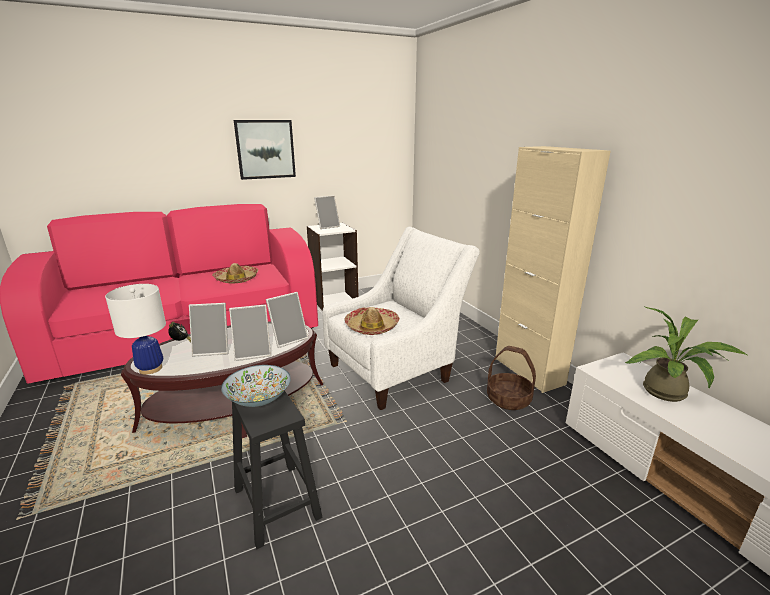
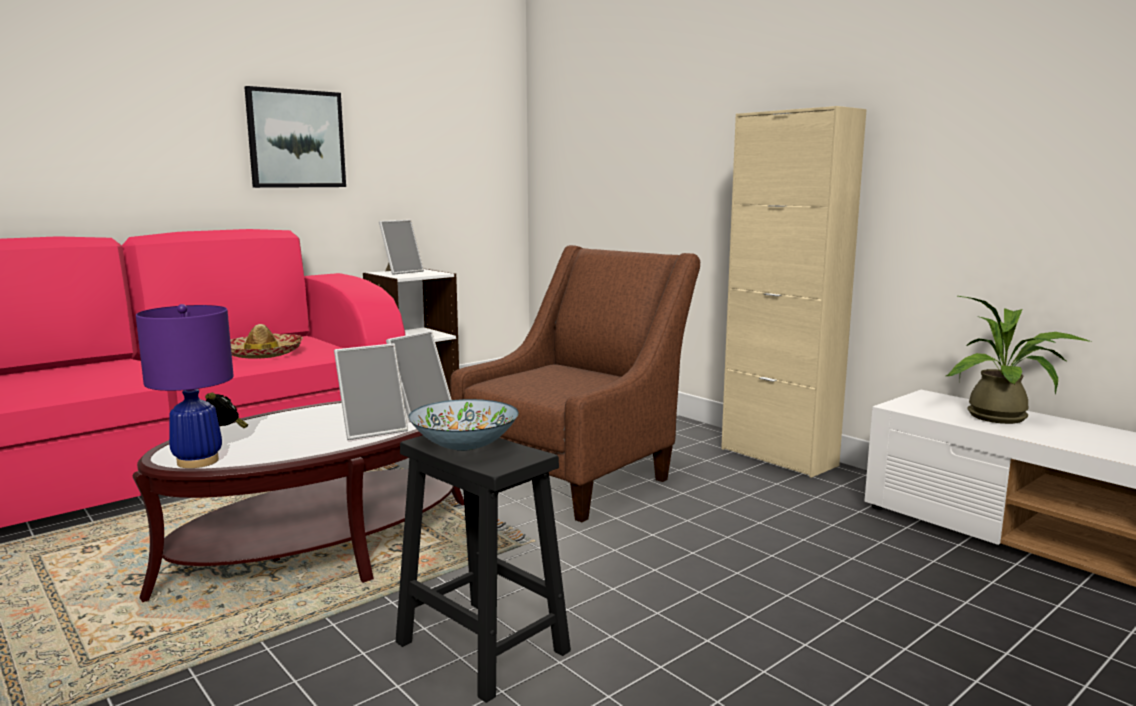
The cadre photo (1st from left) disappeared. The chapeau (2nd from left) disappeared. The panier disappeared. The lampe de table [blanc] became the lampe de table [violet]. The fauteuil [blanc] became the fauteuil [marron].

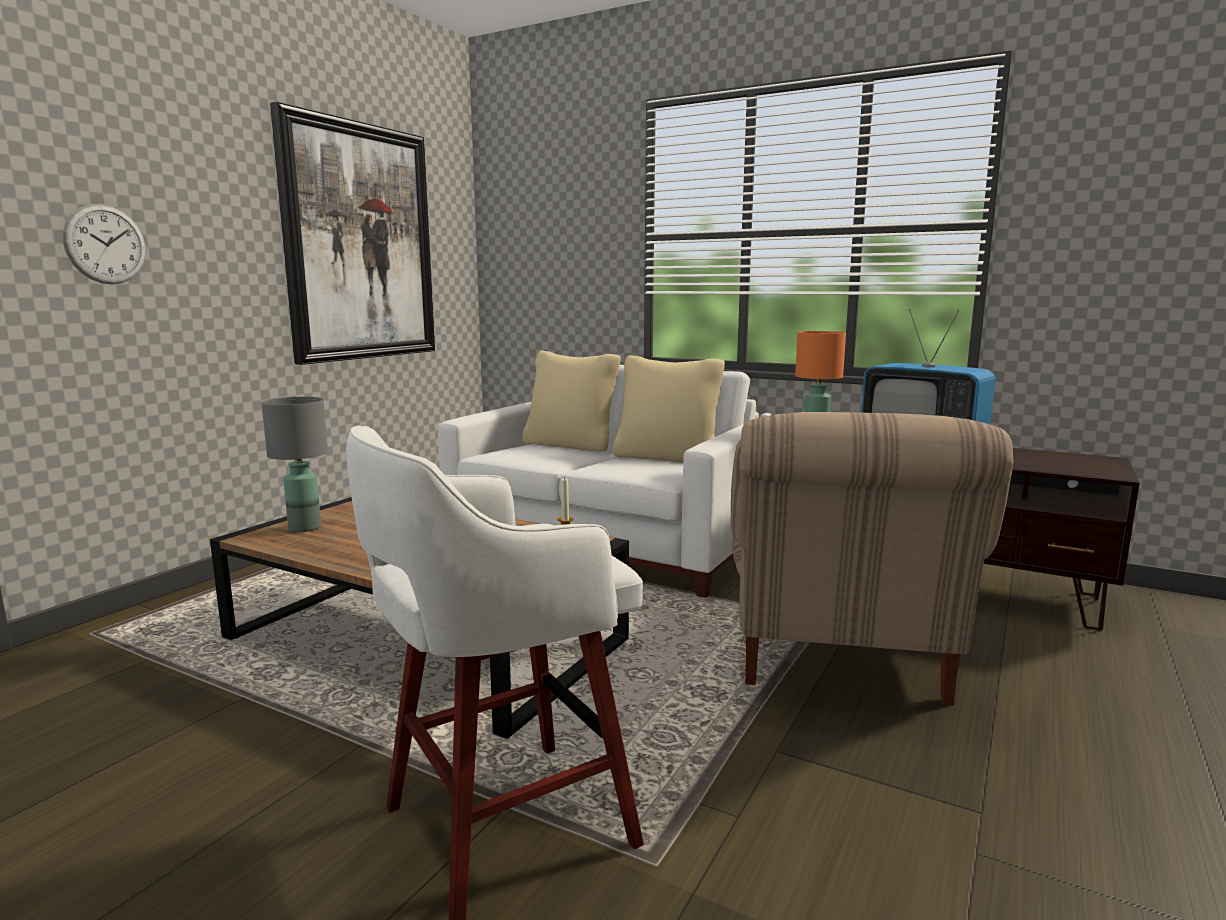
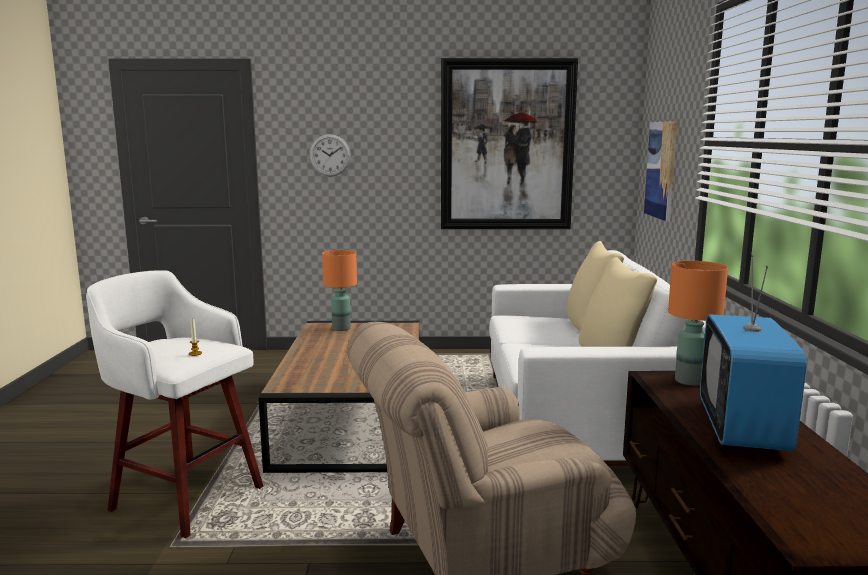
The tableau (2nd from left) appeared. The lampe de table [gris] became the lampe de table [orange] (1st from left).

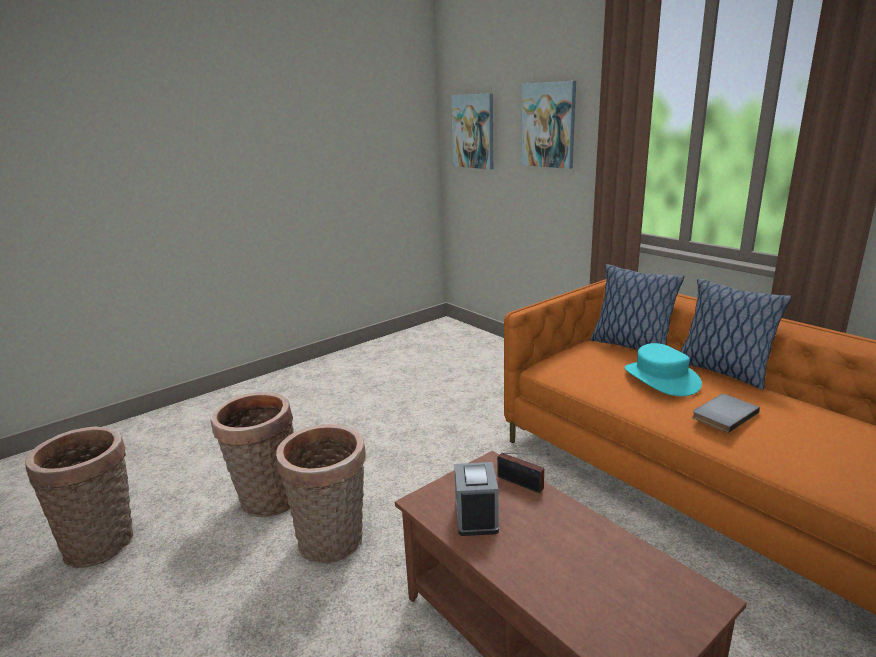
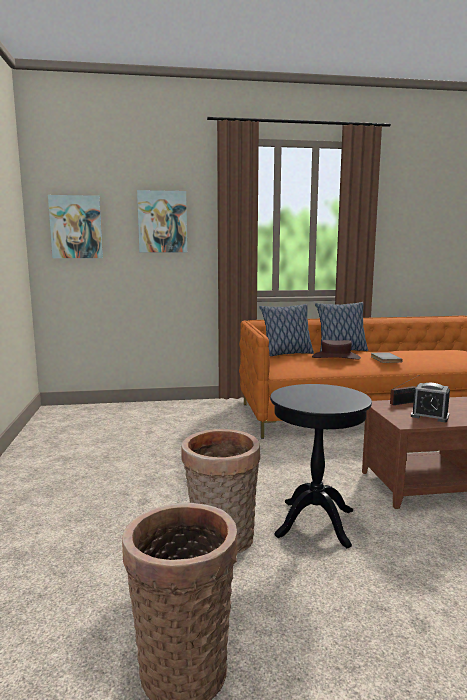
The panier (3rd from left) was replaced by the table d'appoint [noir]. The chapeau [turquoise] became the chapeau [marron].

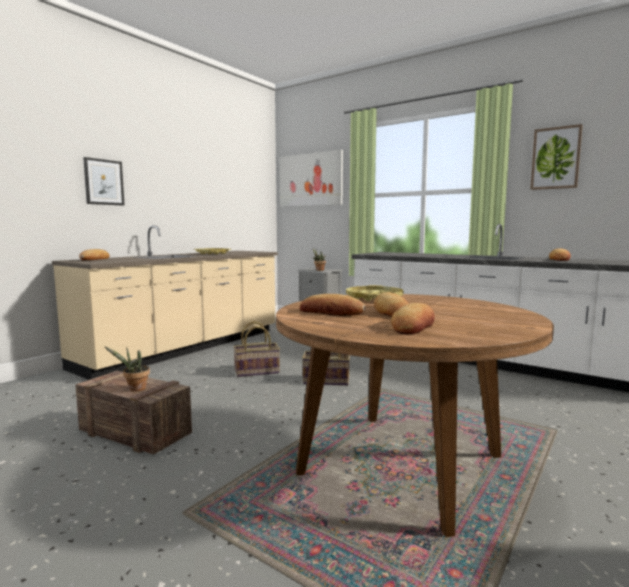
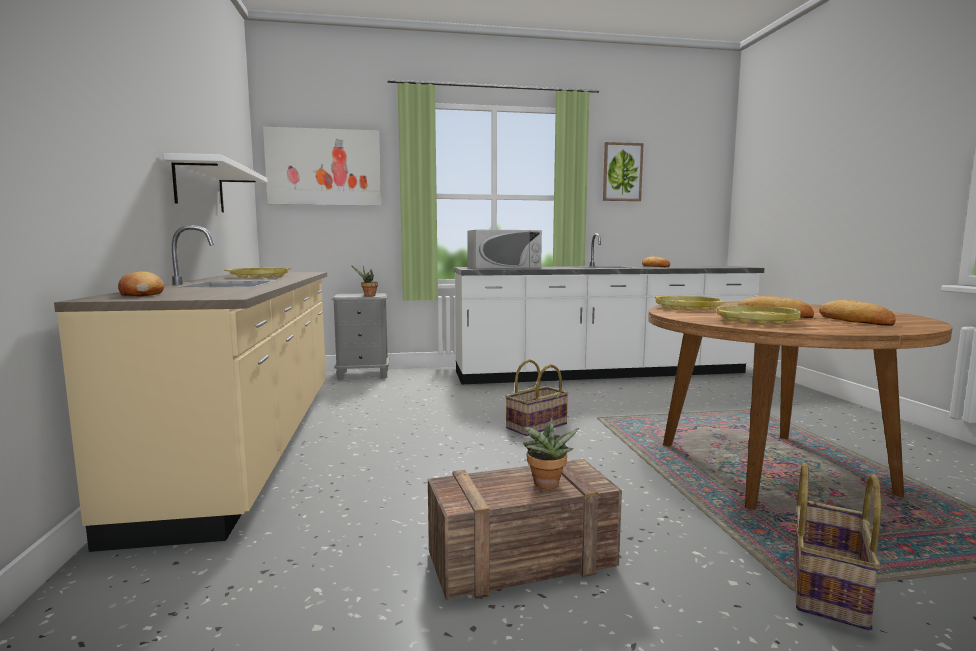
The tableau (1st from left) disappeared. The étagère [blanc] appeared. The micro-ondes [blanc] appeared. The panier (1st from left in the first image) moved. The pain (2nd from left) was replaced by the plateau [jaune] (3rd from left).

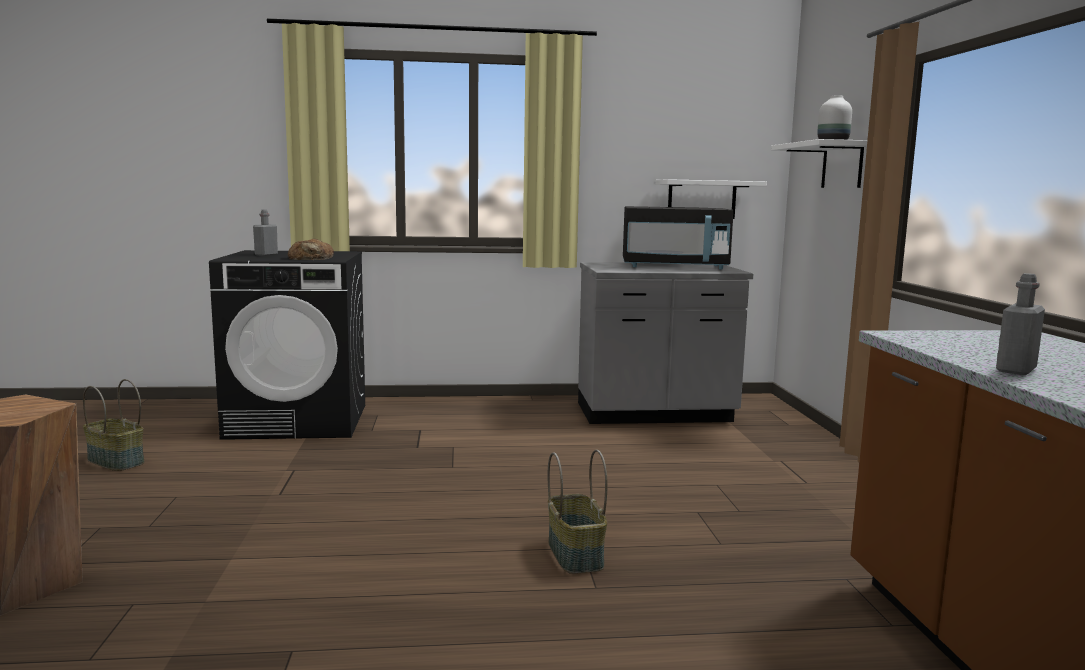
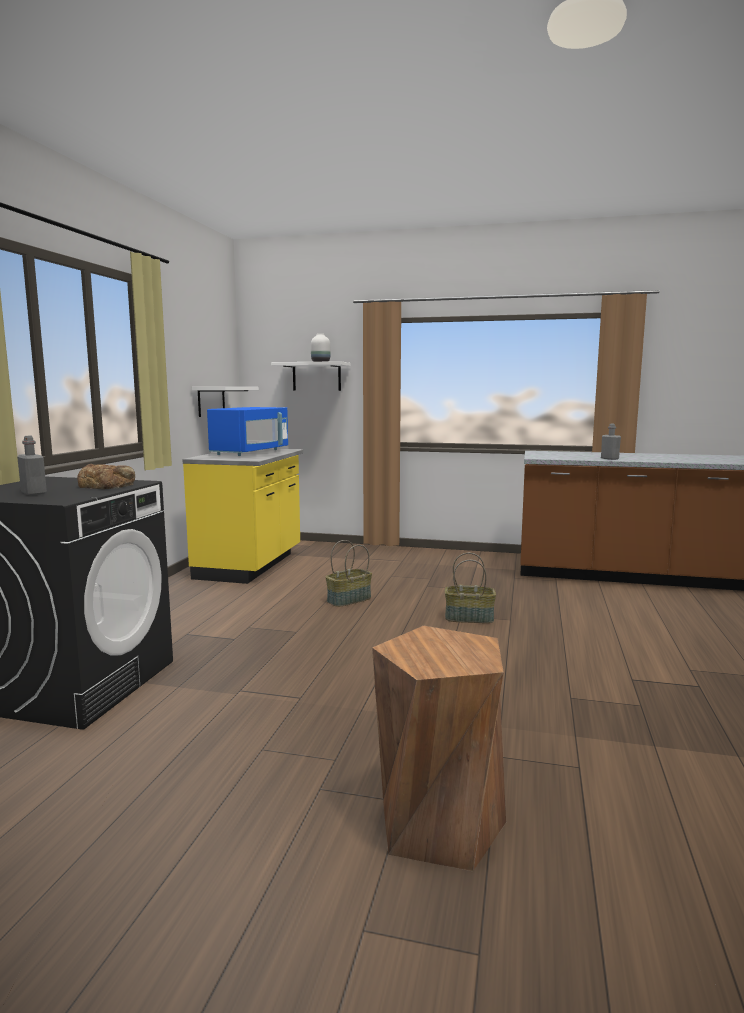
The panier (1st from left) moved. The comptoir de cuisine [gris] became the comptoir de cuisine [jaune]. The micro-ondes [noir] became the micro-ondes [bleu].

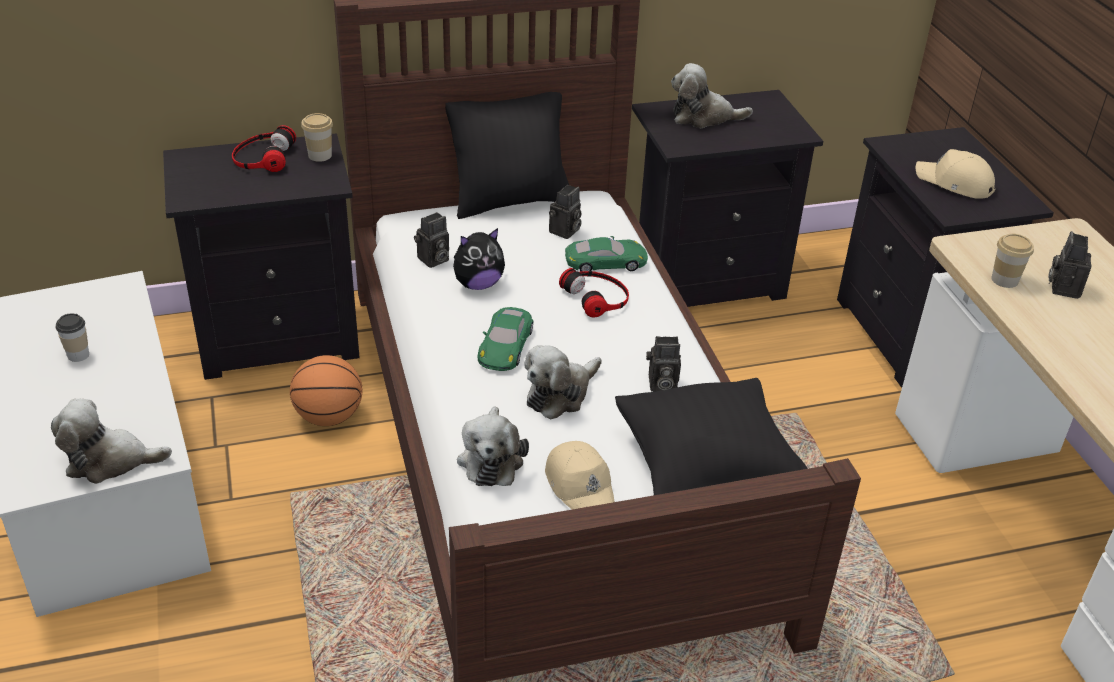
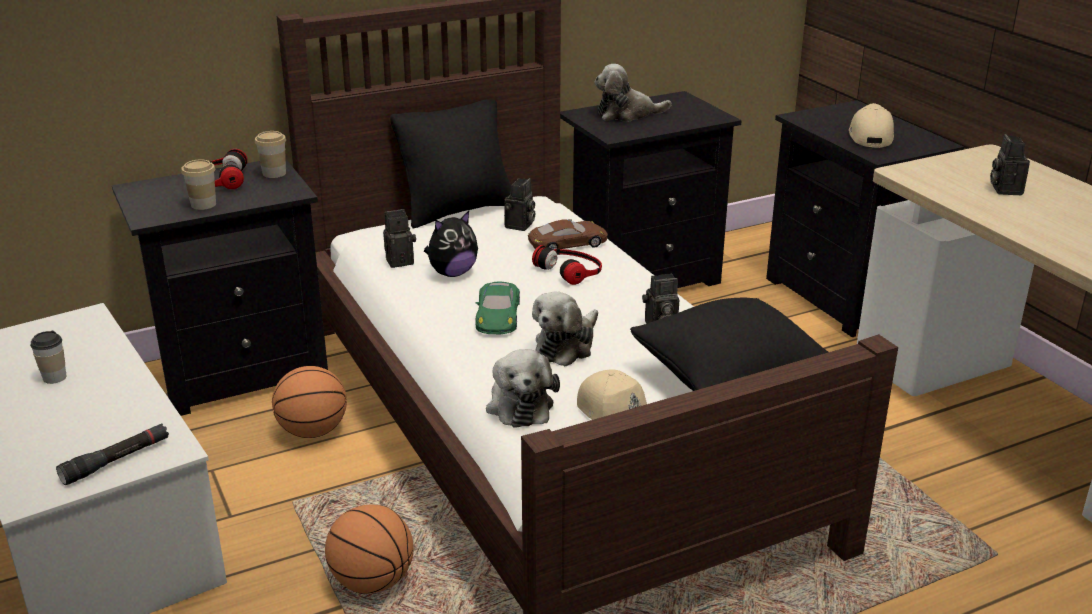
The ballon de basket (2nd from left) appeared. The tasse (3rd from left in the first image) moved. The peluche (1st from left) was replaced by the lampe de poche [noir]. The petite voiture [vert] (2nd from left) became the petite voiture [marron]. The appareil photo (1st from left) turned 150 degrees counterclockwise. The casquette [beige] (2nd from left) turned 75 degrees clockwise.

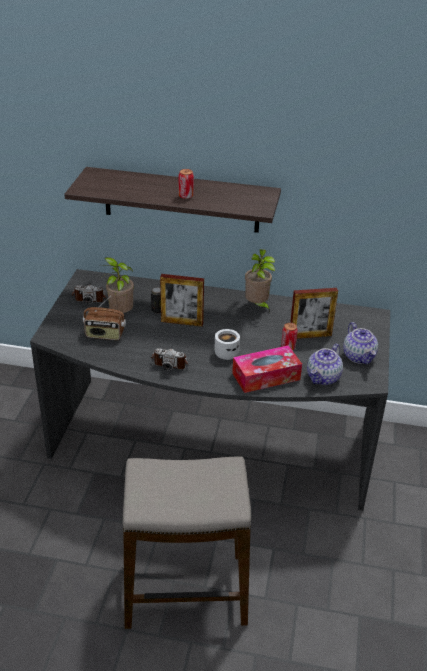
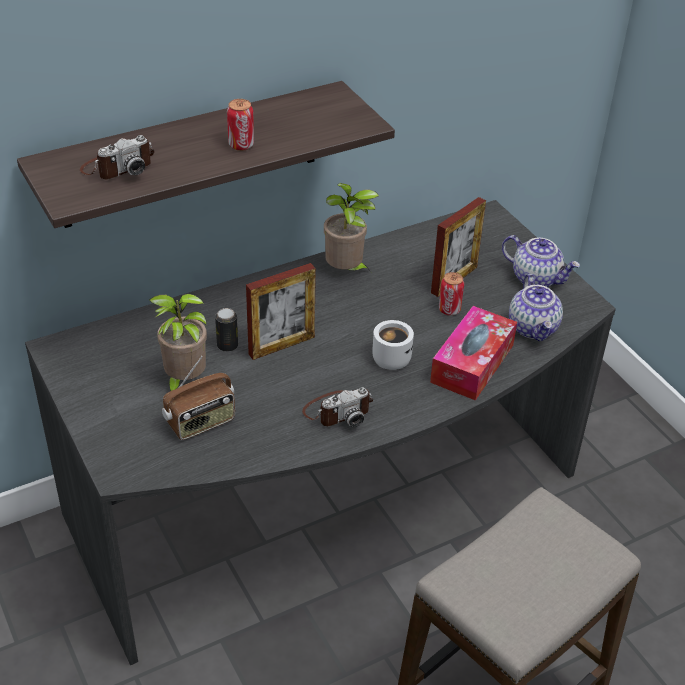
The appareil photo (1st from left) moved.

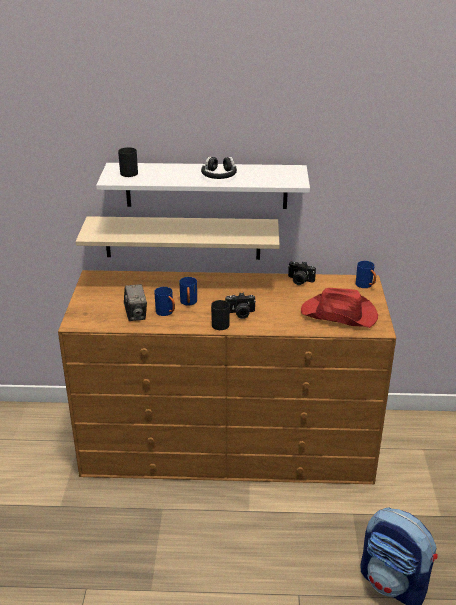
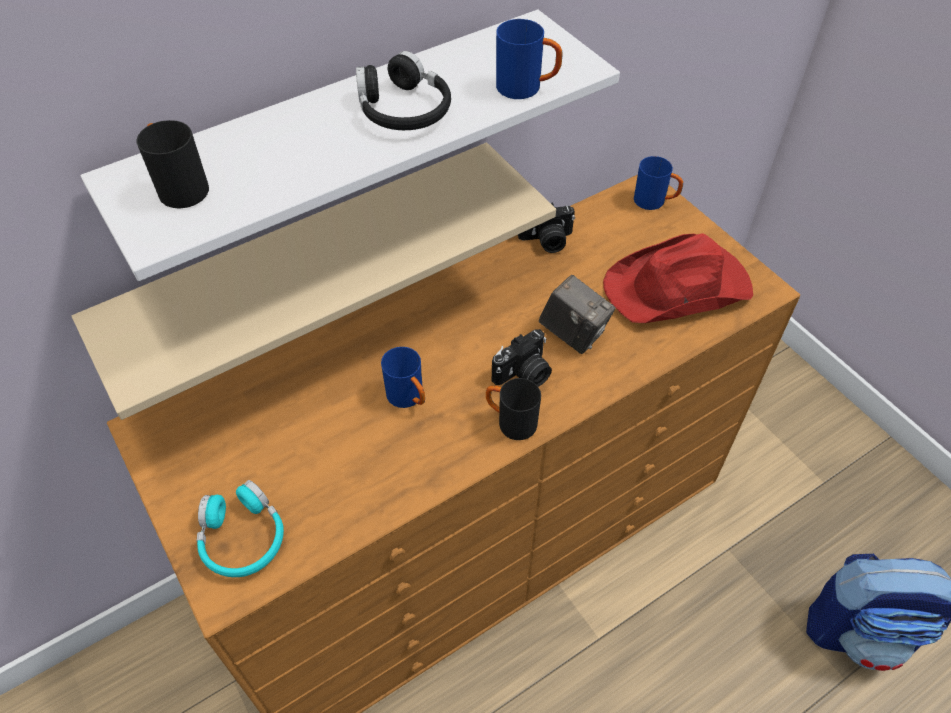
The casque audio [turquoise] appeared. The appareil photo (1st from left in the first image) moved. The mug [bleu] (1st from left in the first image) moved.

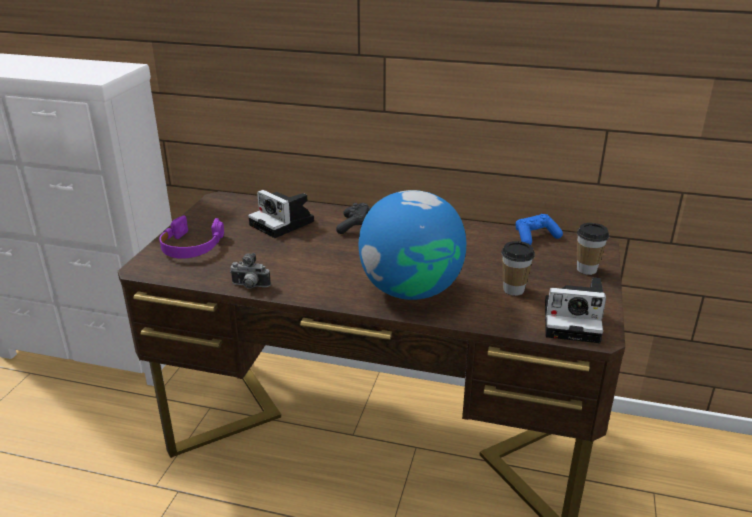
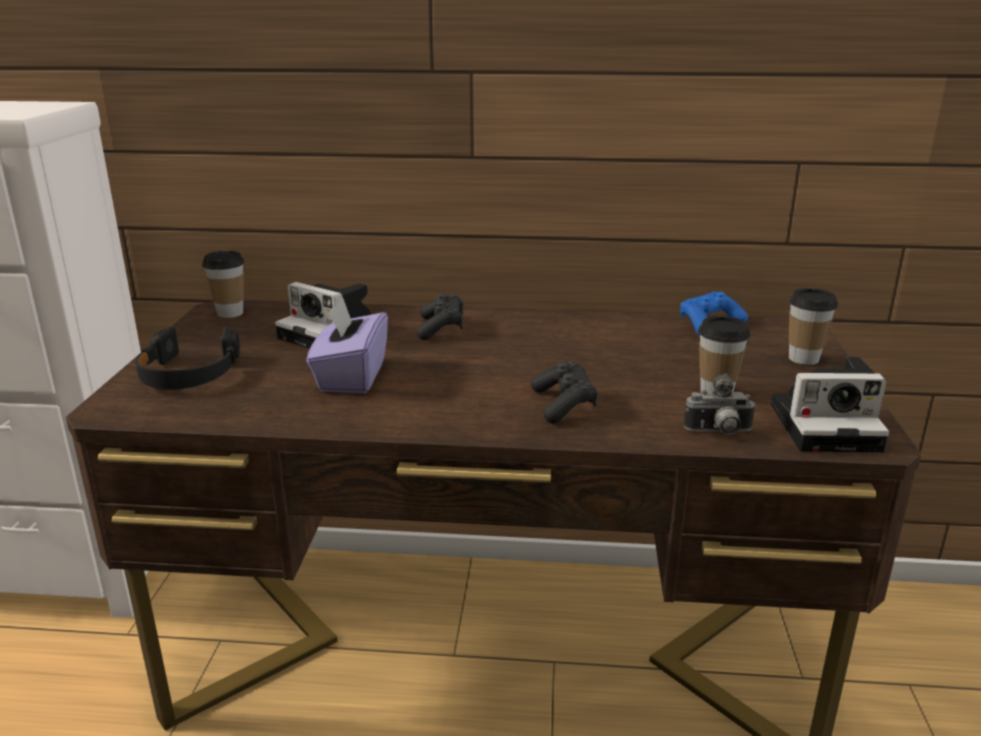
The tasse (1st from left) appeared. The boîte à mouchoirs [violet] appeared. The appareil photo (1st from left in the first image) moved. The globe was replaced by the manette [noir] (2nd from left). The casque audio [violet] became the casque audio [noir].

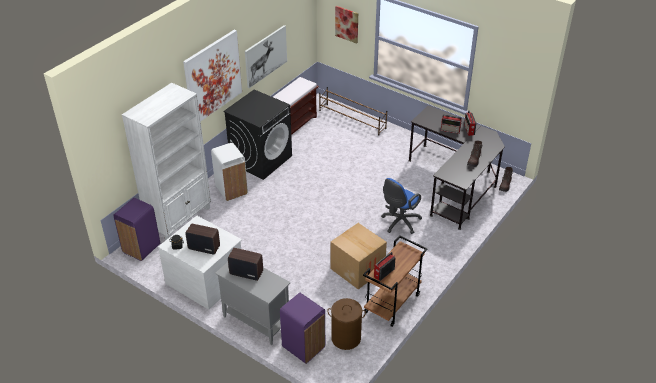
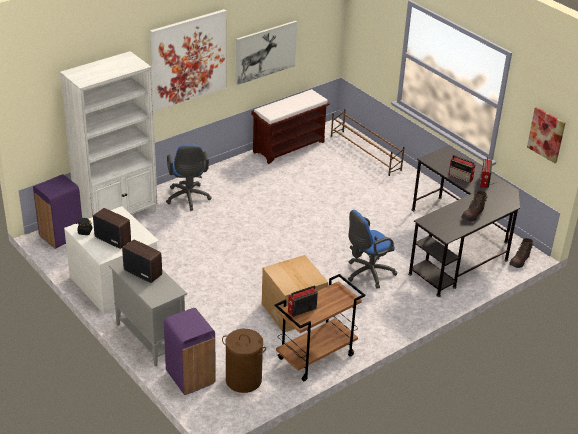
The lave-linge [noir] disappeared. The tableau (3rd from left) moved. The poubelle [blanc] was replaced by the chaise de bureau [bleu] (1st from left).

